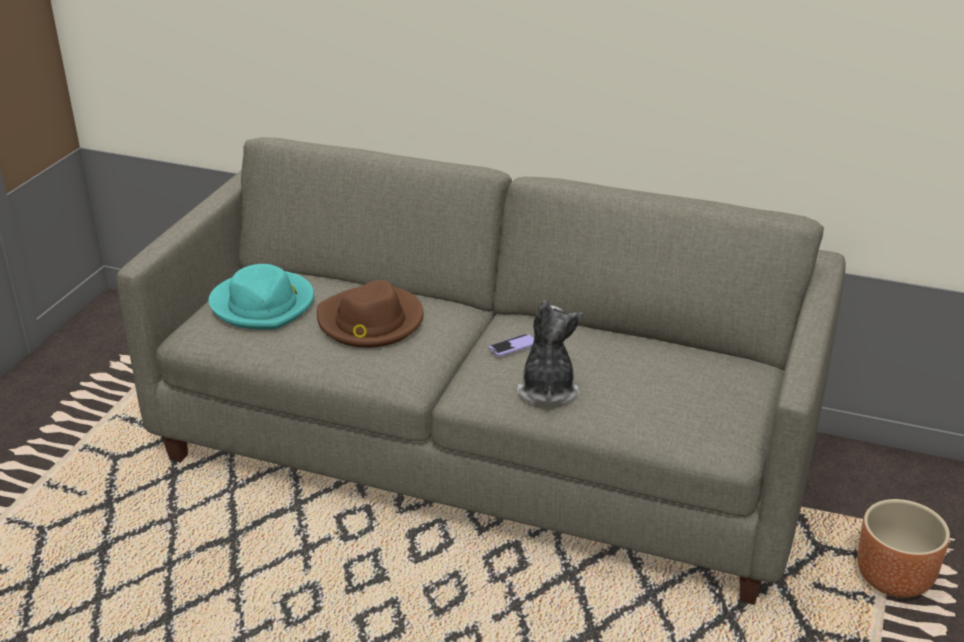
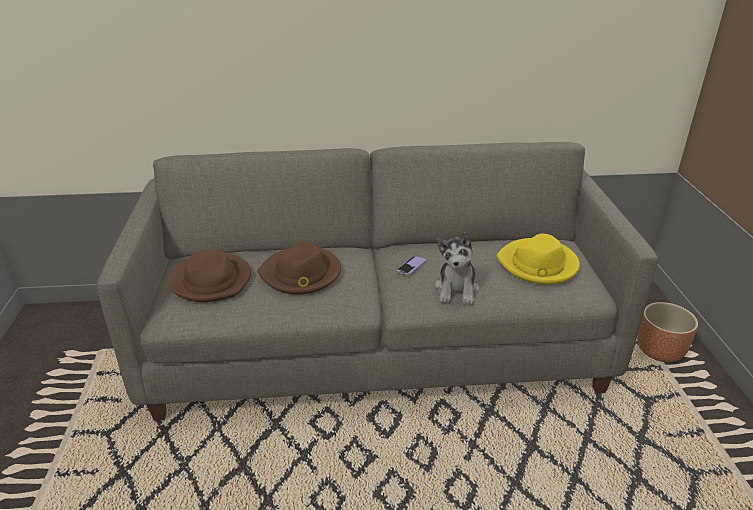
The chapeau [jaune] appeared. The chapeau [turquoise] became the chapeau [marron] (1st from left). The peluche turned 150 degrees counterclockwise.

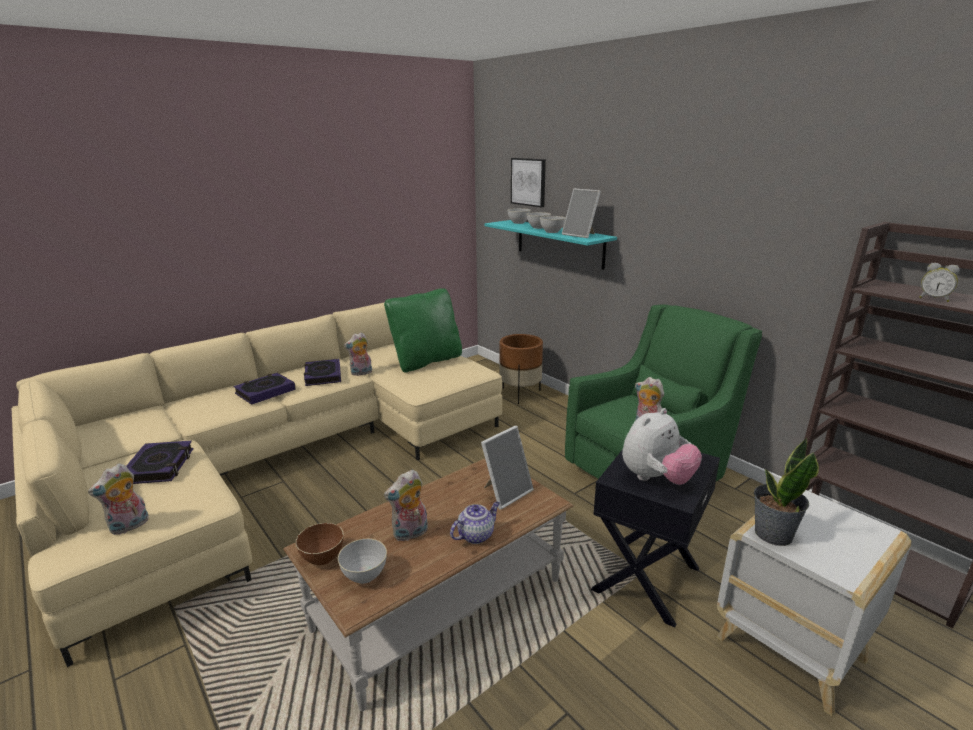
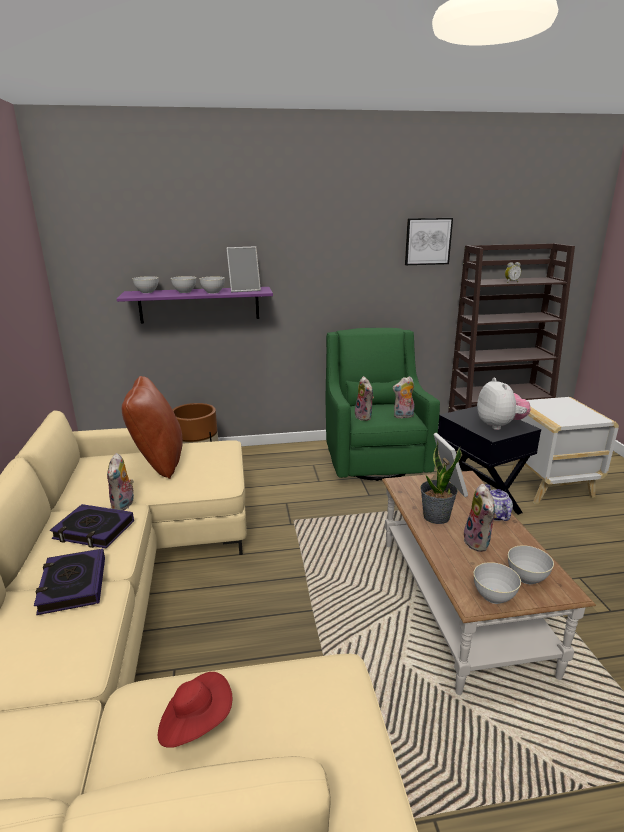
The peluche (1st from left in the first image) moved. The tableau moved. The plante en pot moved. The livre (1st from left) was replaced by the chapeau [rouge]. The bol [marron] became the bol [gris] (4th from left). The coussin [vert] became the coussin [marron]. The étagère [turquoise] became the étagère [violet].

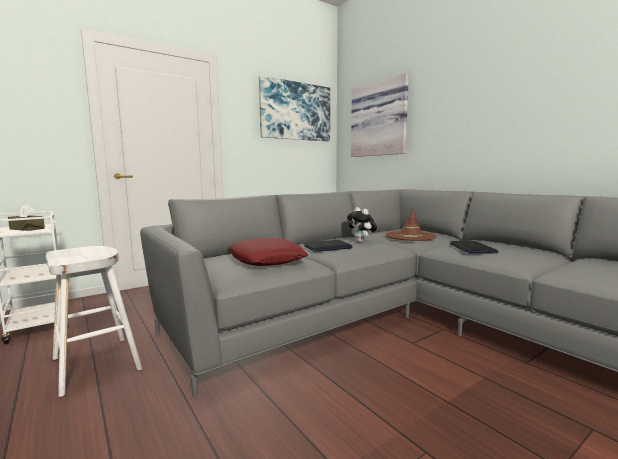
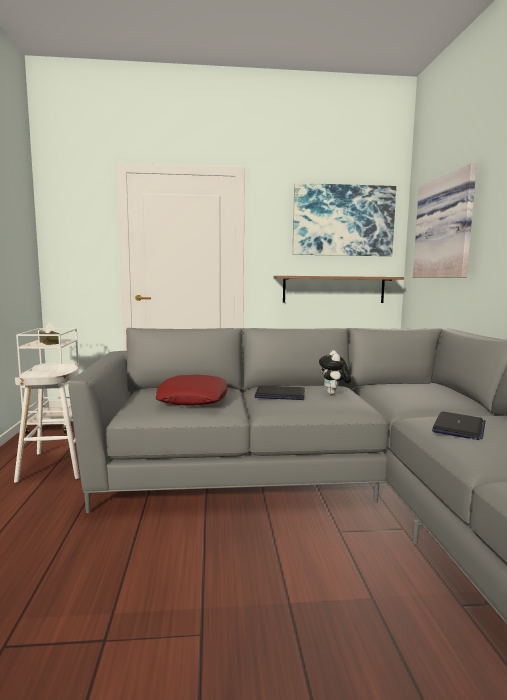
The chapeau [marron] disappeared. The étagère appeared.

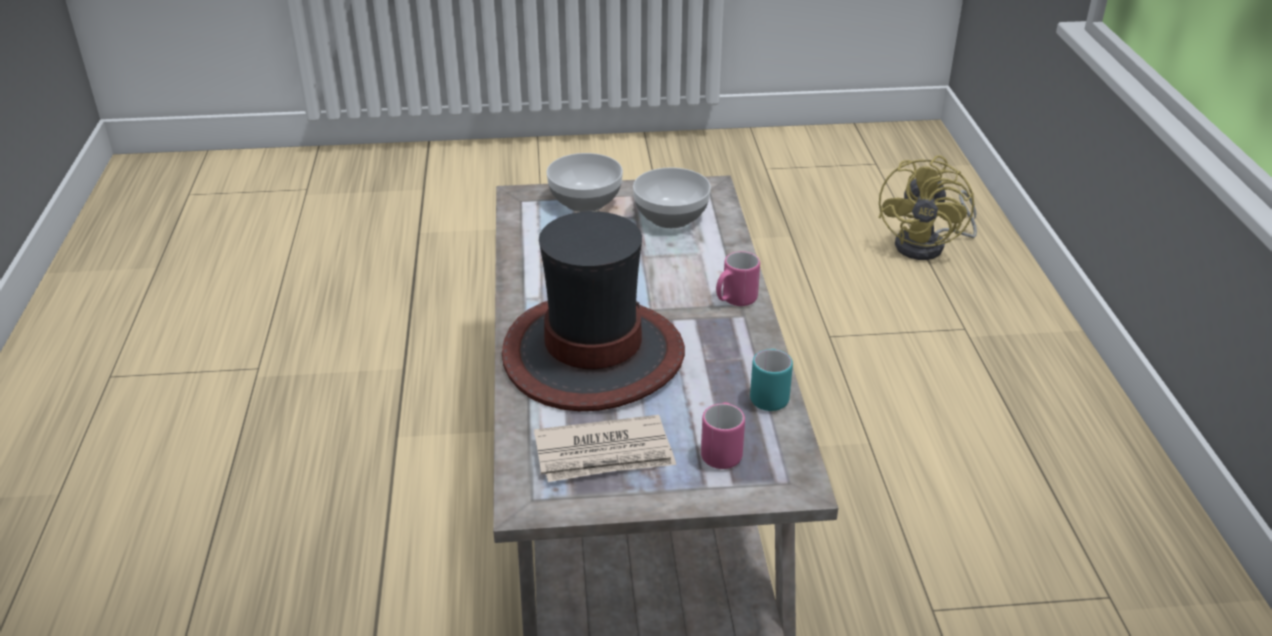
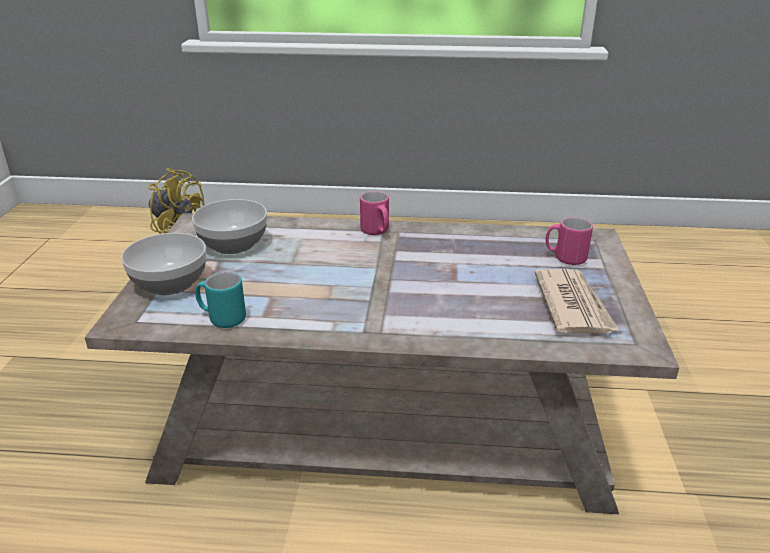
The chapeau disappeared. The mug [turquoise] moved.

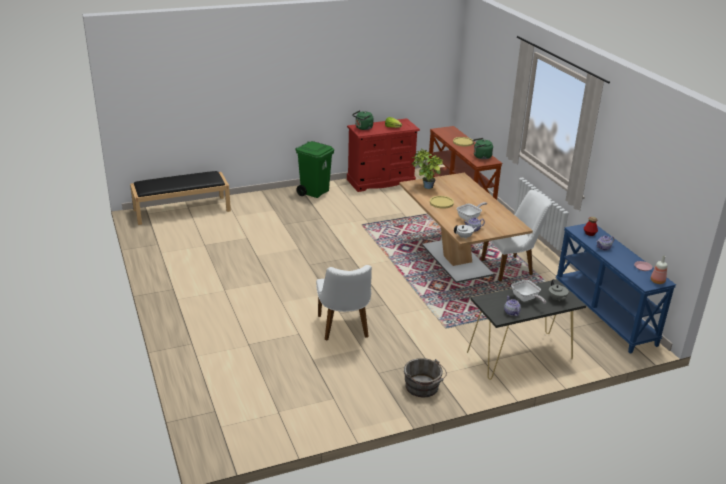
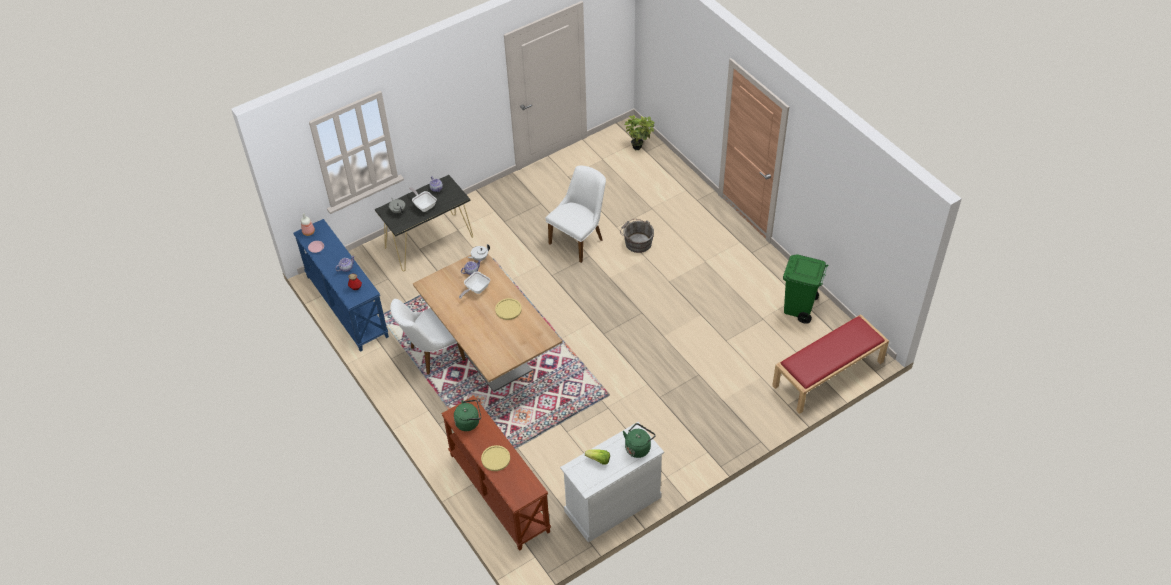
The poubelle [vert] moved. The seau [gris] moved. The plante en pot moved. The banc [noir] became the banc [rouge]. The commode [rouge] became the commode [blanc]. The chaise [blanc] (1st from left in the first image) turned 60 degrees clockwise.

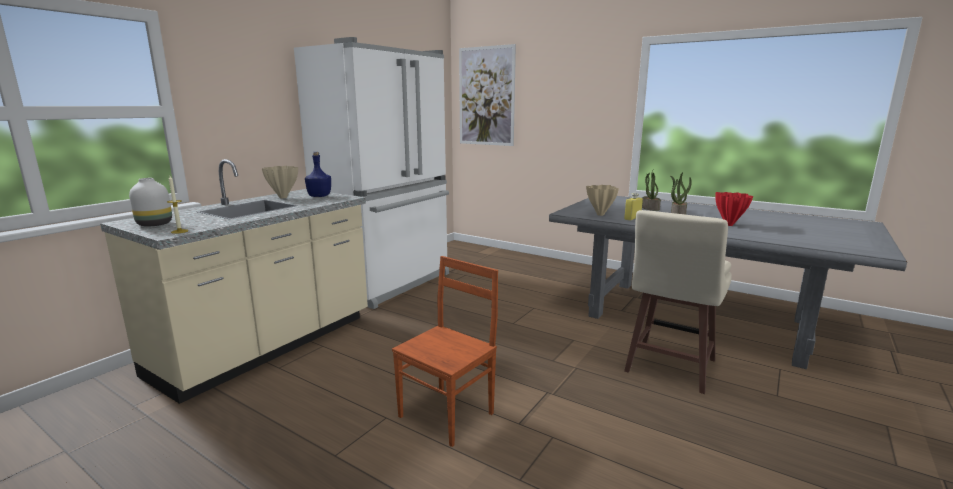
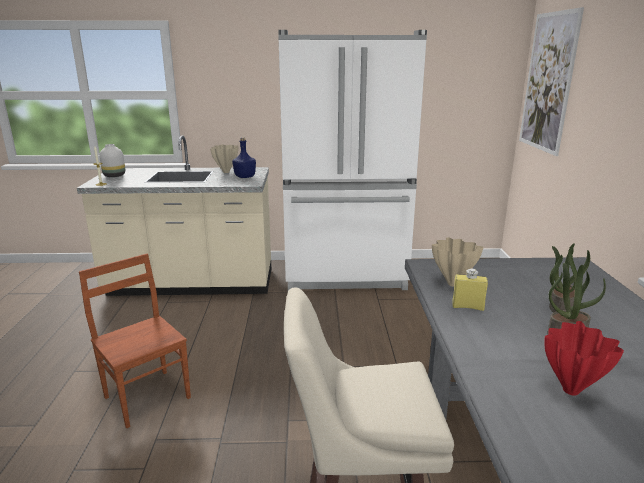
The chaise [marron] turned 135 degrees counterclockwise.

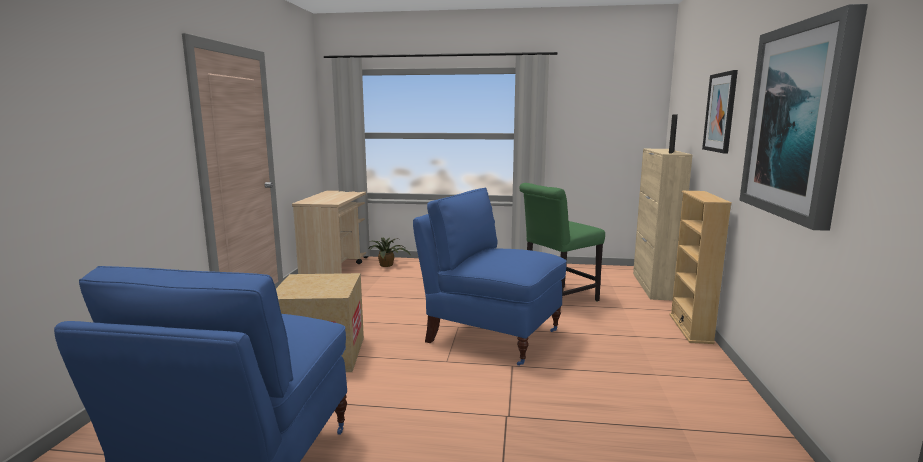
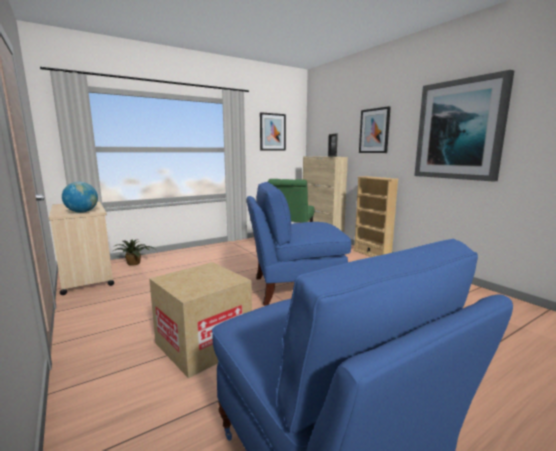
The globe appeared. The tableau (1st from left) appeared.

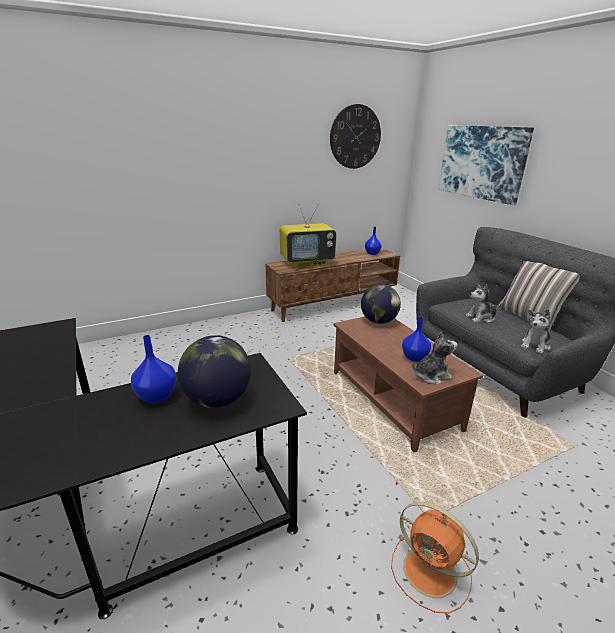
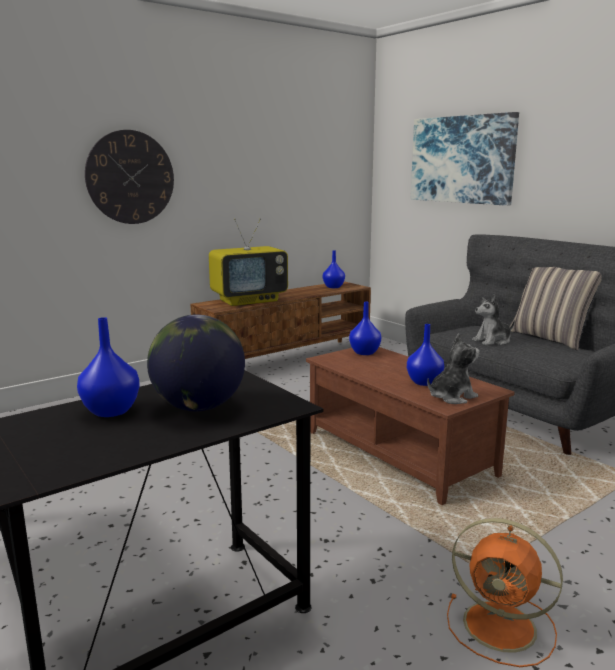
The peluche (3rd from left) disappeared. The horloge murale moved. The globe (2nd from left) was replaced by the vase [bleu] (3rd from left).

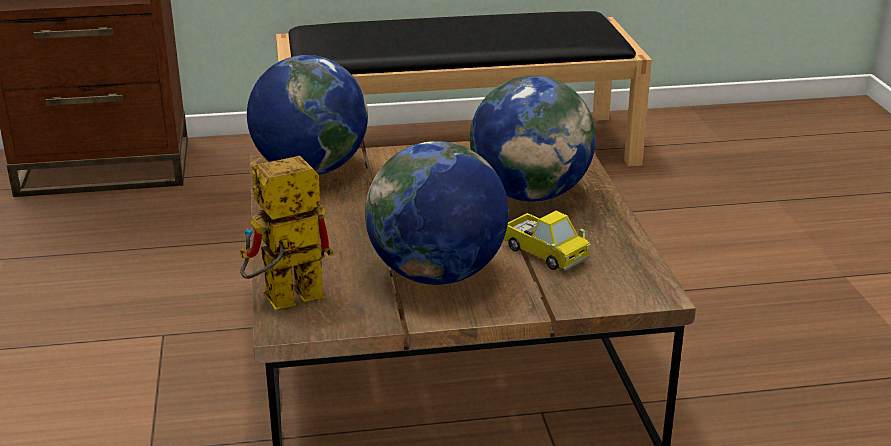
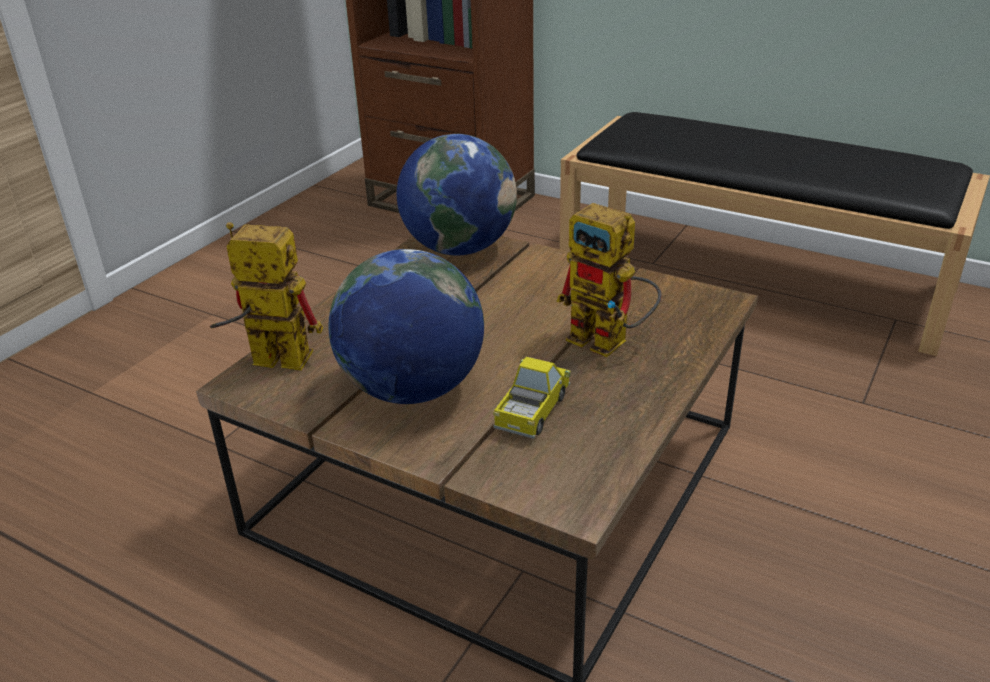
The globe (3rd from left) was replaced by the robot jouet (2nd from left). The camion jouet turned 150 degrees counterclockwise.

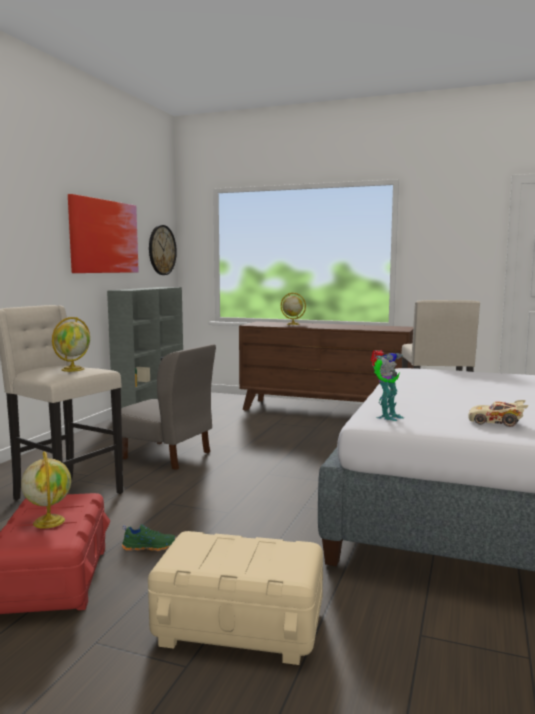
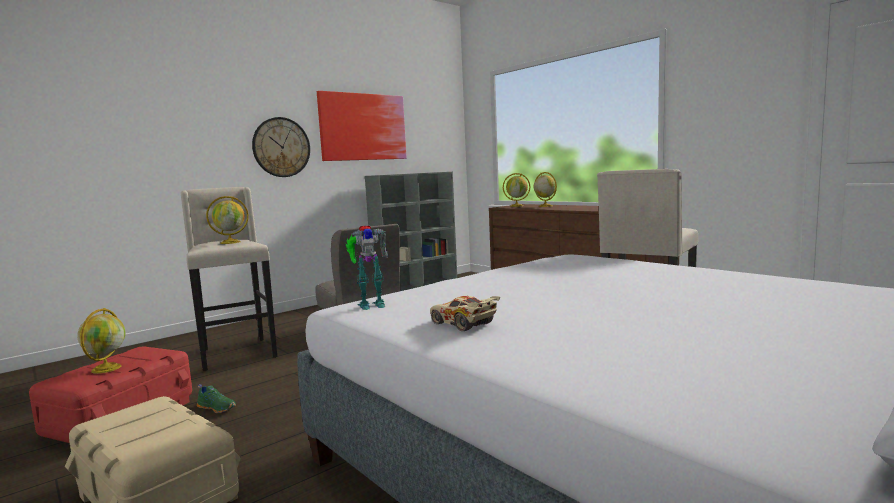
The globe (3rd from left) appeared. The horloge murale moved.

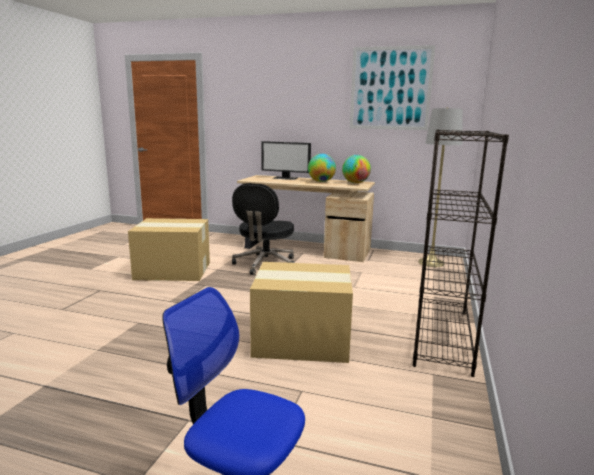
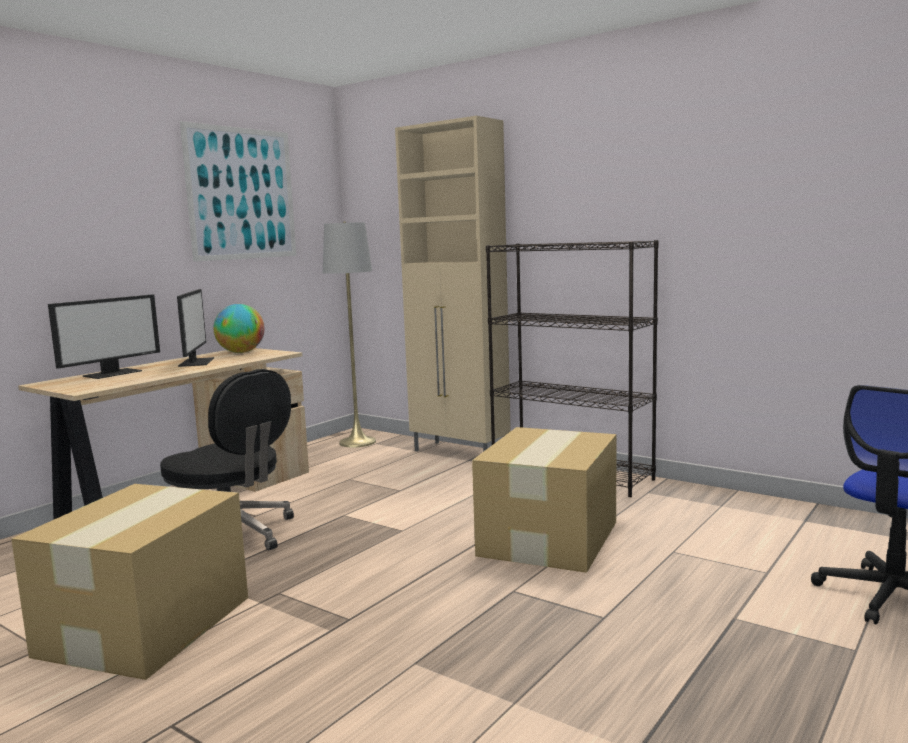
The meuble de rangement [beige] appeared. The globe (1st from left) was replaced by the écran d'ordinateur (2nd from left).

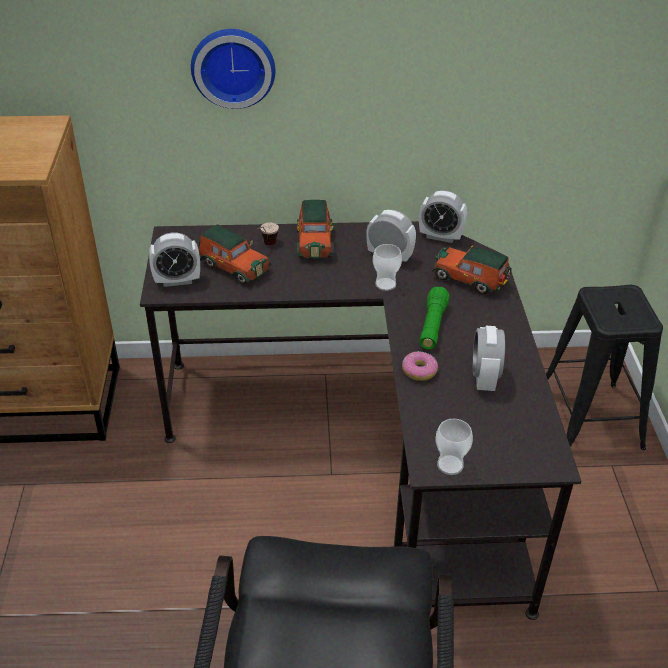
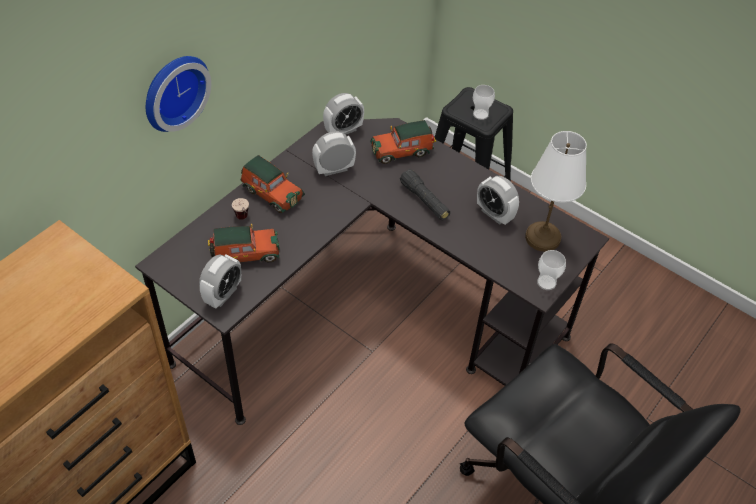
The beignet disappeared. The lampe de table [blanc] appeared. The tasse (2nd from left) moved. The lampe de poche [vert] became the lampe de poche [noir].

